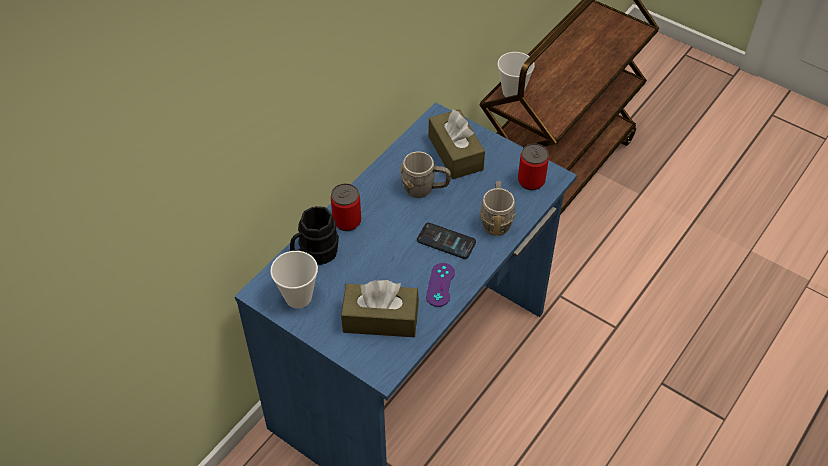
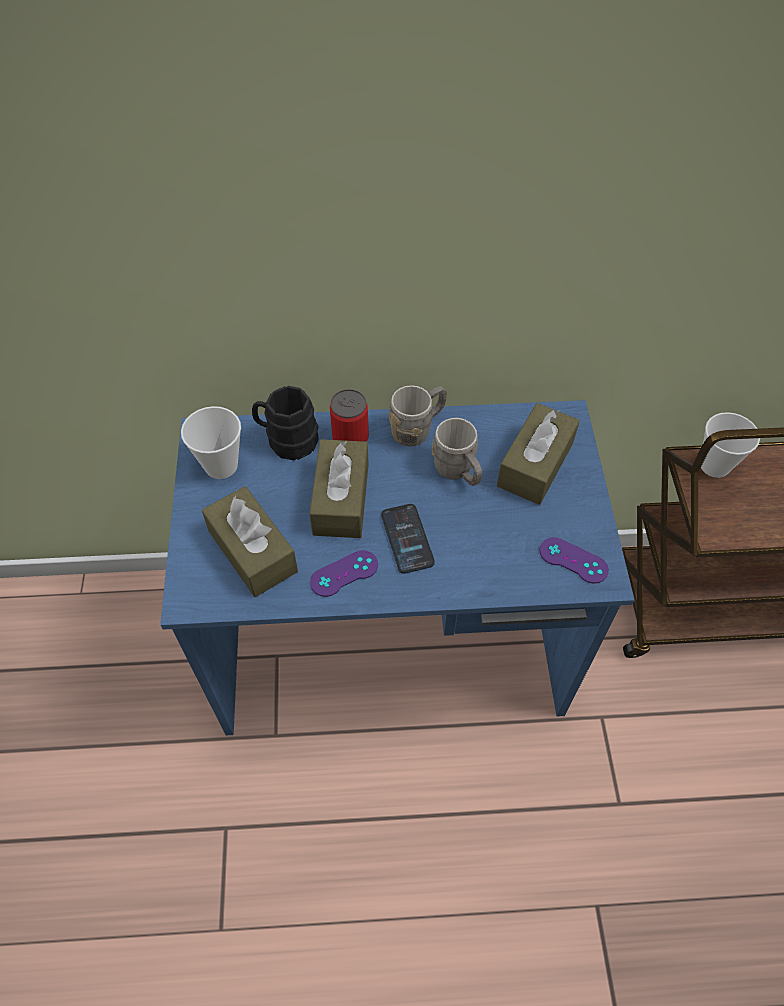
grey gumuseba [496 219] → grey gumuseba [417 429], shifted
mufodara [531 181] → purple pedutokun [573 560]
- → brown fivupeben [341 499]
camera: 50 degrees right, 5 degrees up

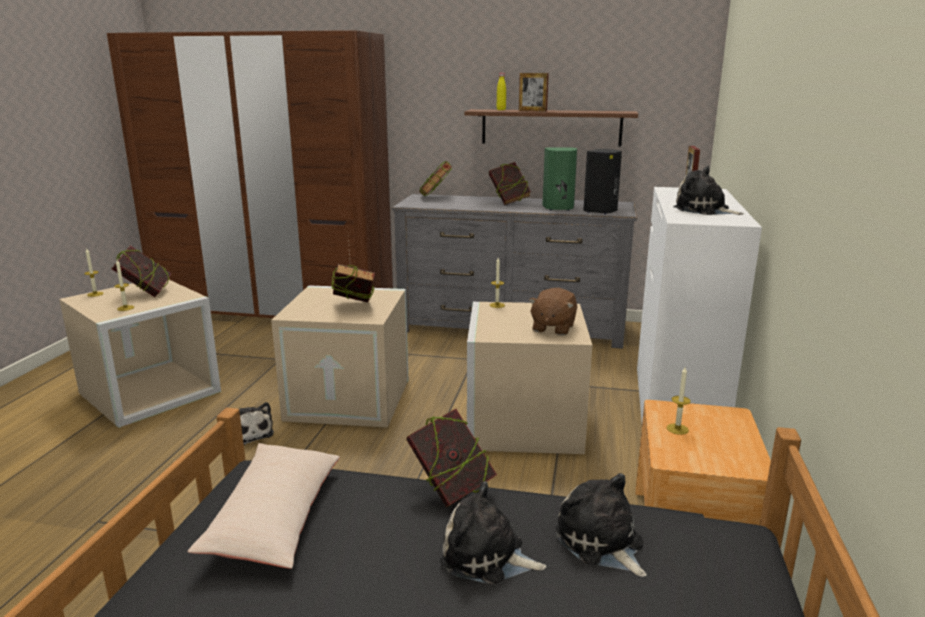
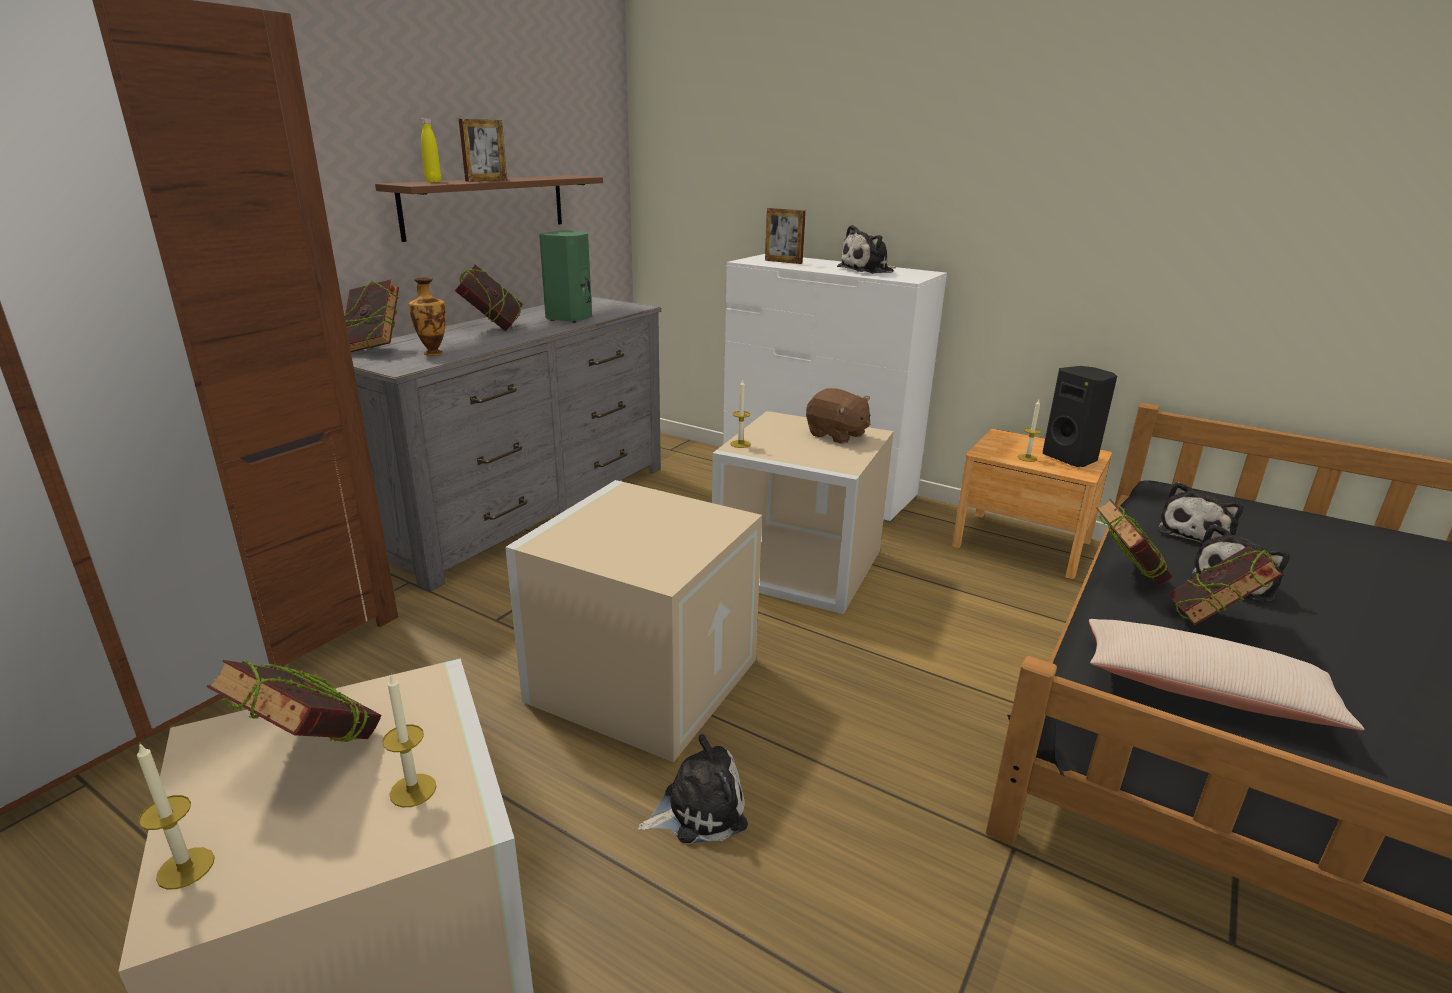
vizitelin [354 307] → vizitelin [1209 622], shifted
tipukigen [601 542] → tipukigen [1196 533], 45 degrees counterclockwise
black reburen [601 211] → black reburen [1071 458], shifted
- → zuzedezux [433 353]
camera: 70 degrees left, 5 degrees up

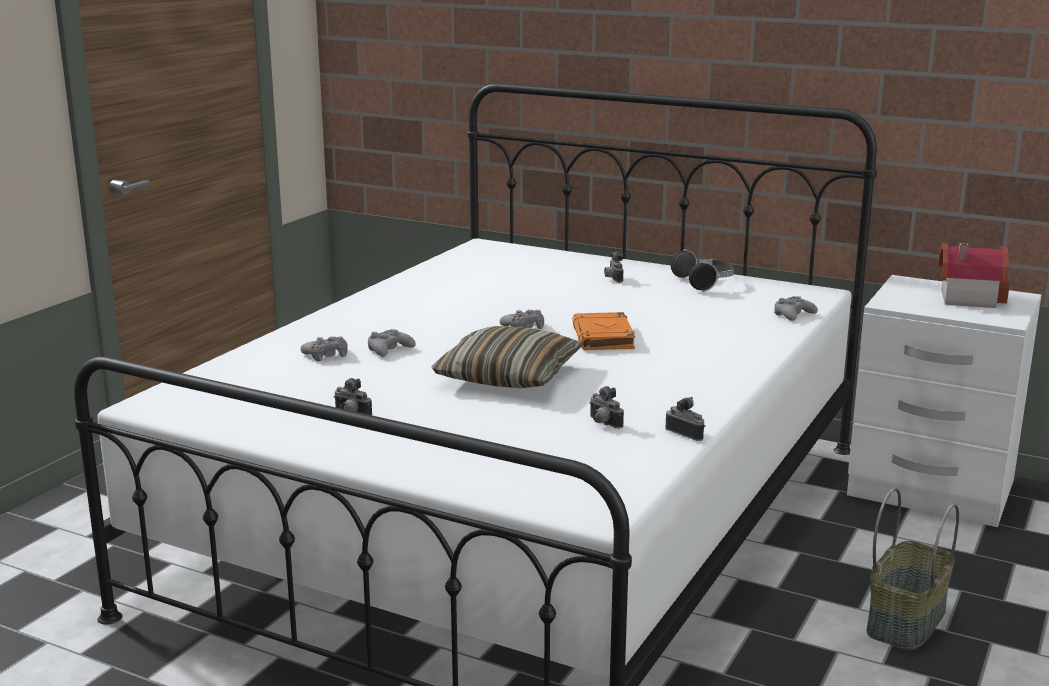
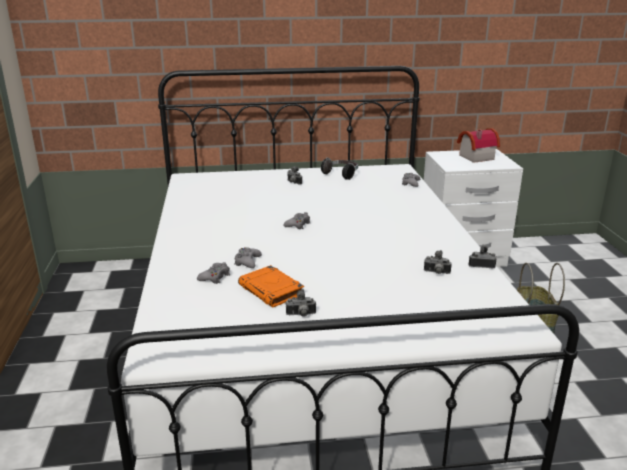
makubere [508 376] → -
orange vizitelin [603 338] → orange vizitelin [271 290], shifted
camera: 35 degrees left, 5 degrees up

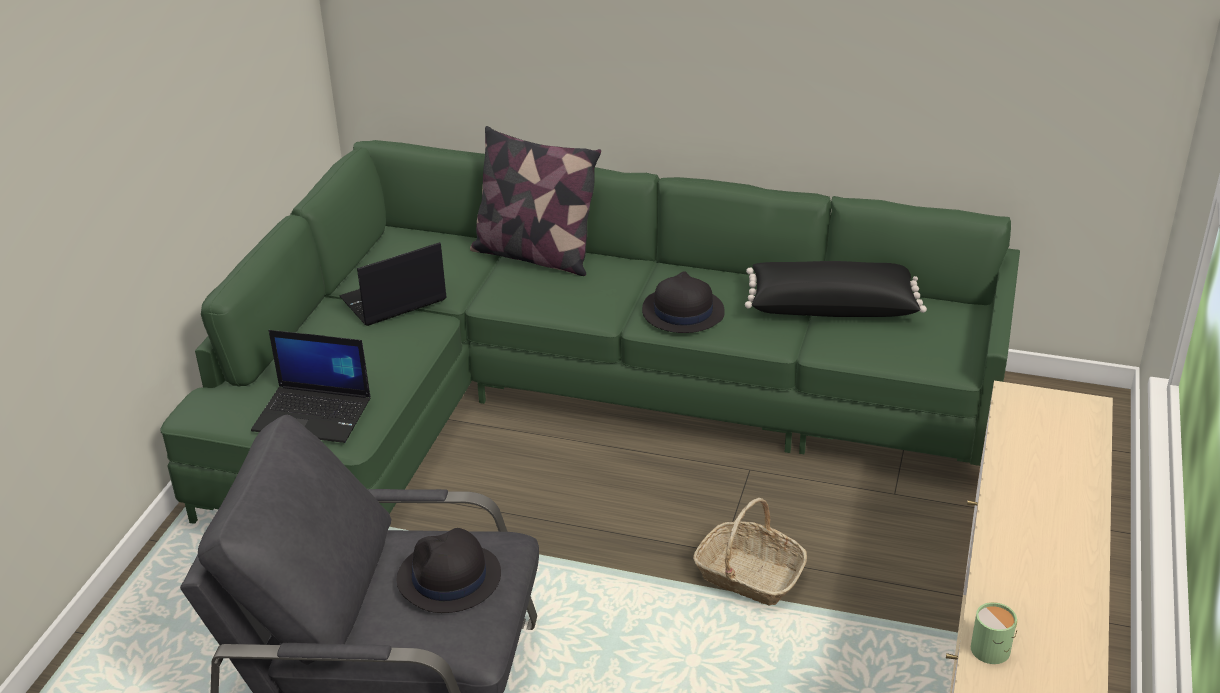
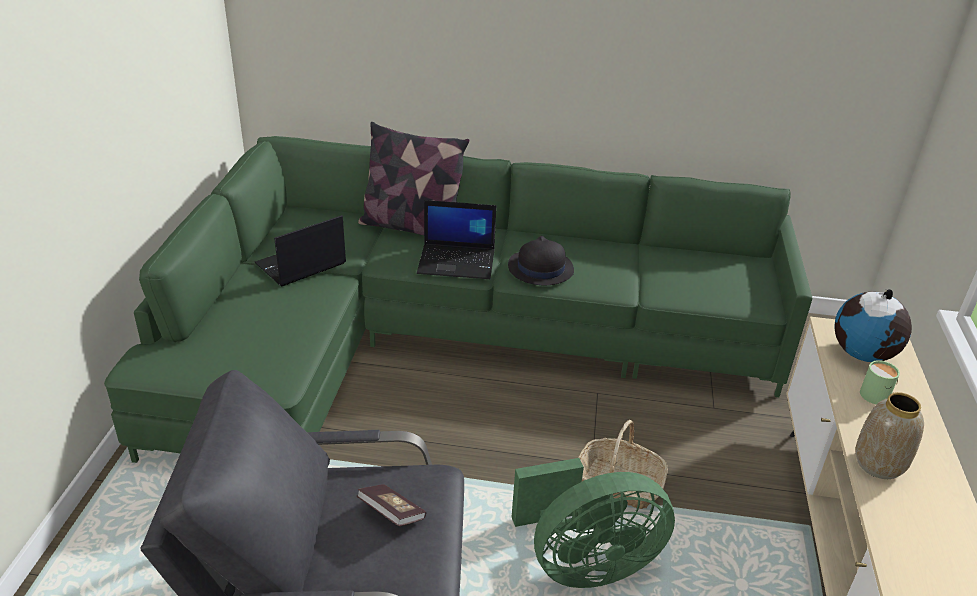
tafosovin [314 414] → tafosovin [457 262], shifted
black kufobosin [448 578] → vizitelin [391 514]
black makubere [833 306] → -
green gumuseba [994 648] → green gumuseba [877 394], shifted
- → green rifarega [585 563]
- → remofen [863 354]
- → zuzedezux [878 465]
camera: 10 degrees left, 0 degrees up

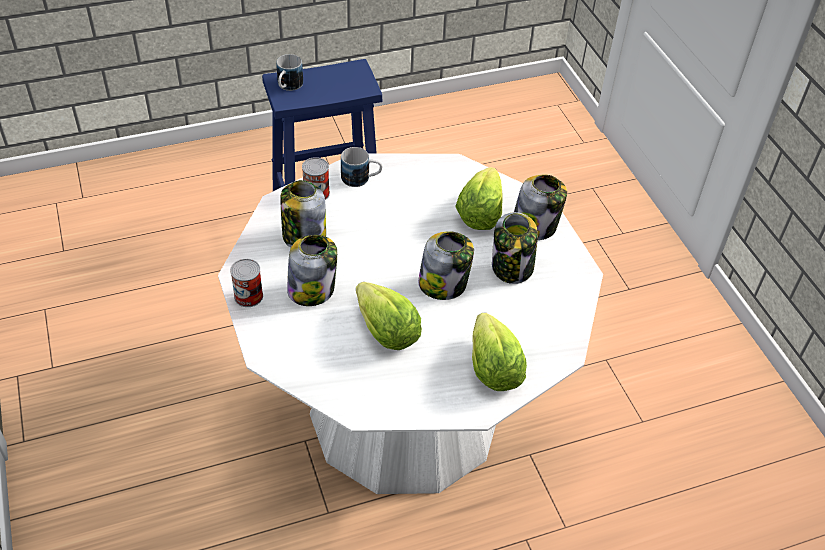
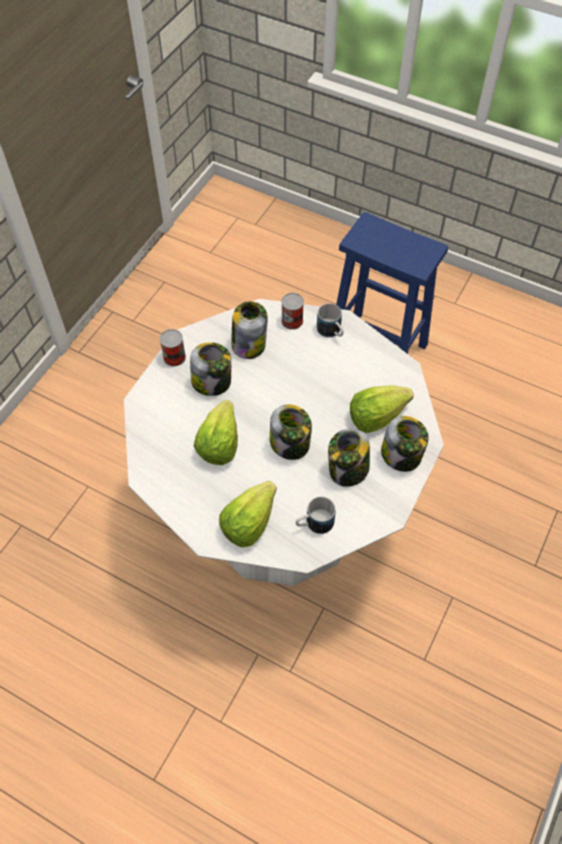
gumuseba [288 86] → gumuseba [314 524], shifted
camera: 50 degrees right, 10 degrees up

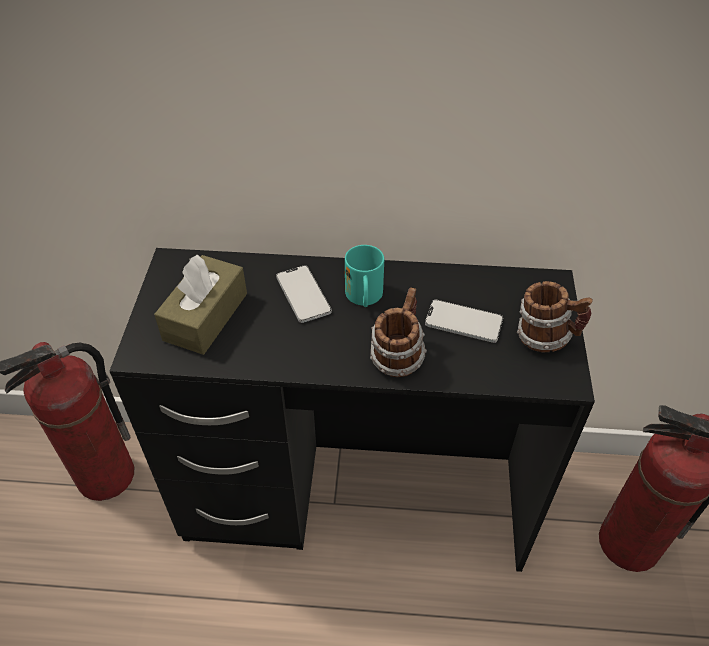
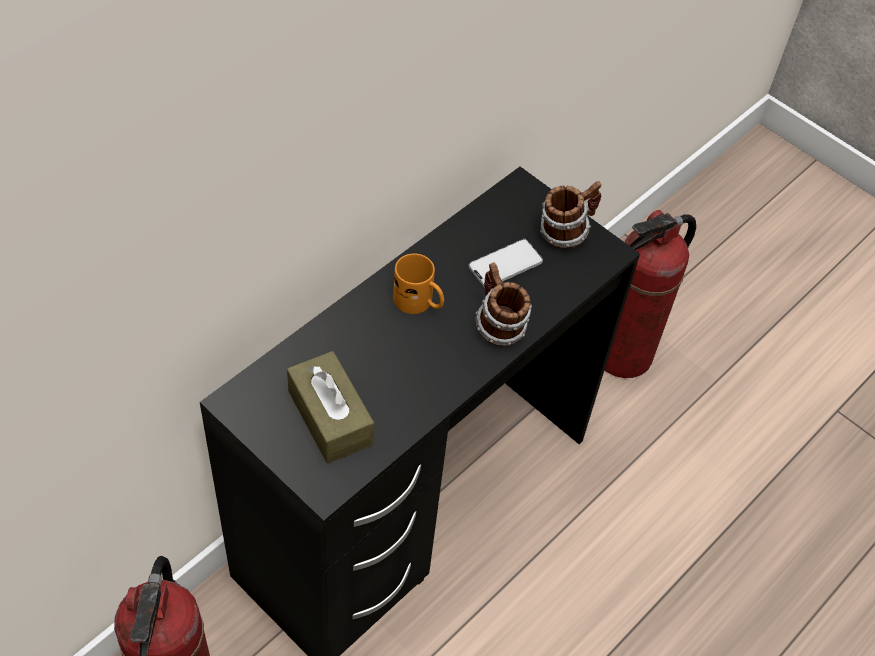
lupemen [303 295] → -
turquoise gumuseba [364 298] → orange gumuseba [419 303]
camera: 55 degrees left, 5 degrees up

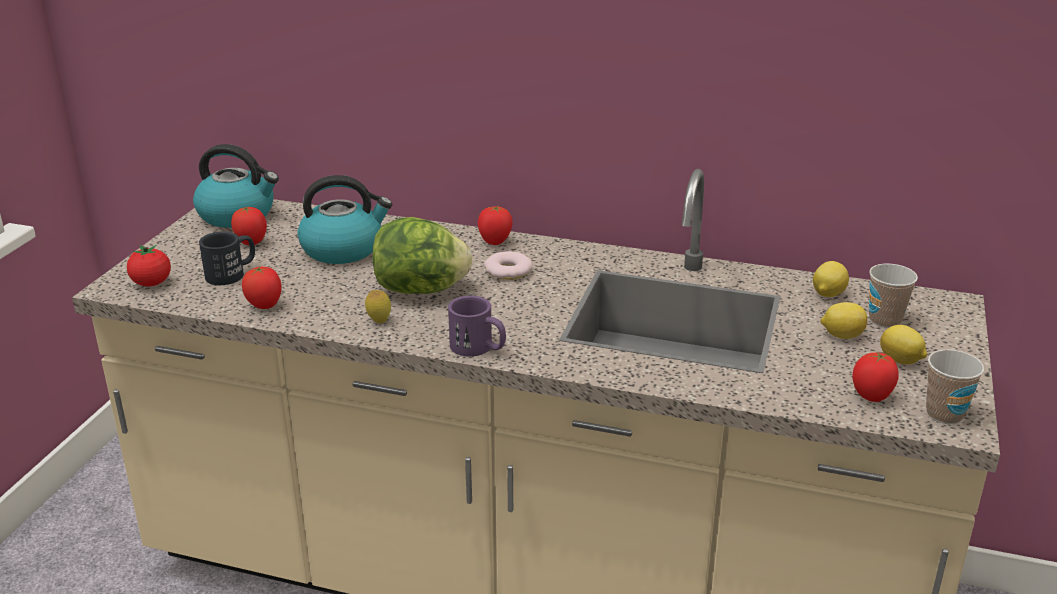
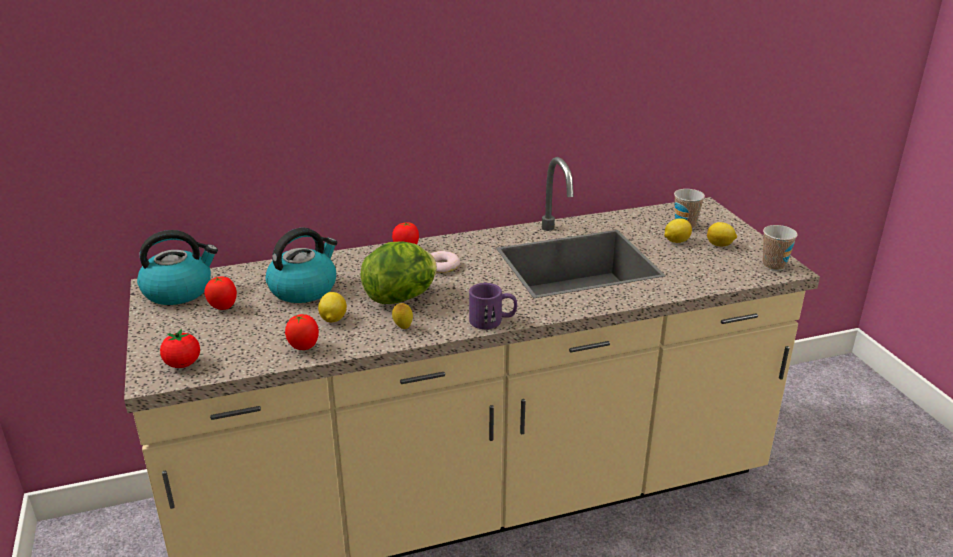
black gumuseba [232 273] → -
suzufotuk [827 294] → suzufotuk [333 319], shifted
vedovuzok [871 397] → -
camera: 35 degrees left, 0 degrees up

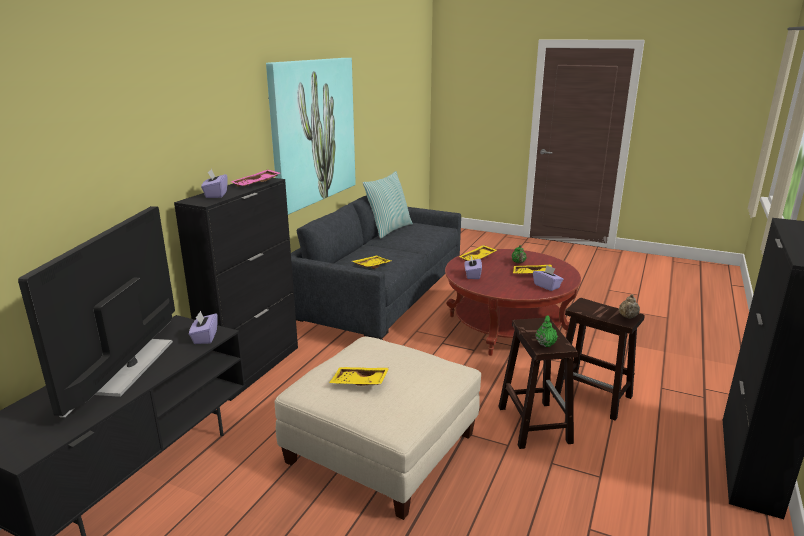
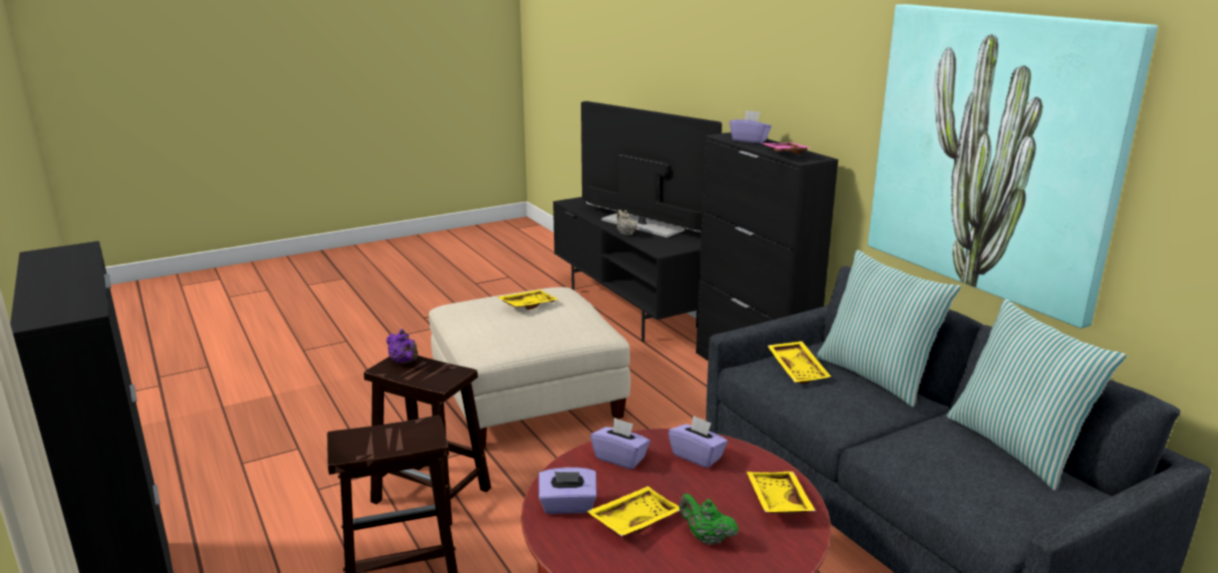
purple fivupeben [205 337] → purple fivupeben [620 458], shifted
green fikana [545 343] → purple fikana [404 362]
beige fikana [627 317] → beige fikana [625 233], shifted
- → makubere [876 376]
camera: 125 degrees right, 0 degrees up

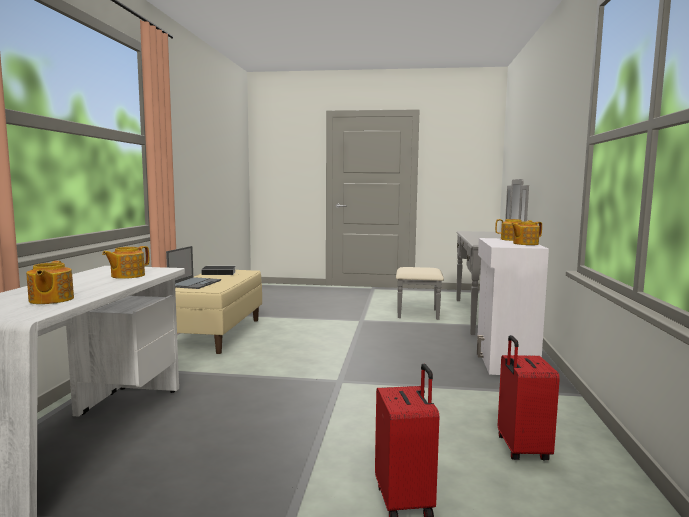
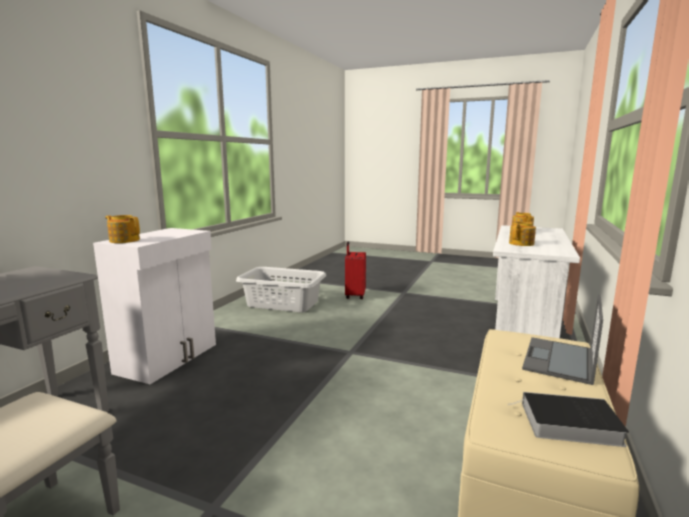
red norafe [521 449] → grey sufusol [283 304]
fikana [525 243] → -
camera: 165 degrees left, 5 degrees up

